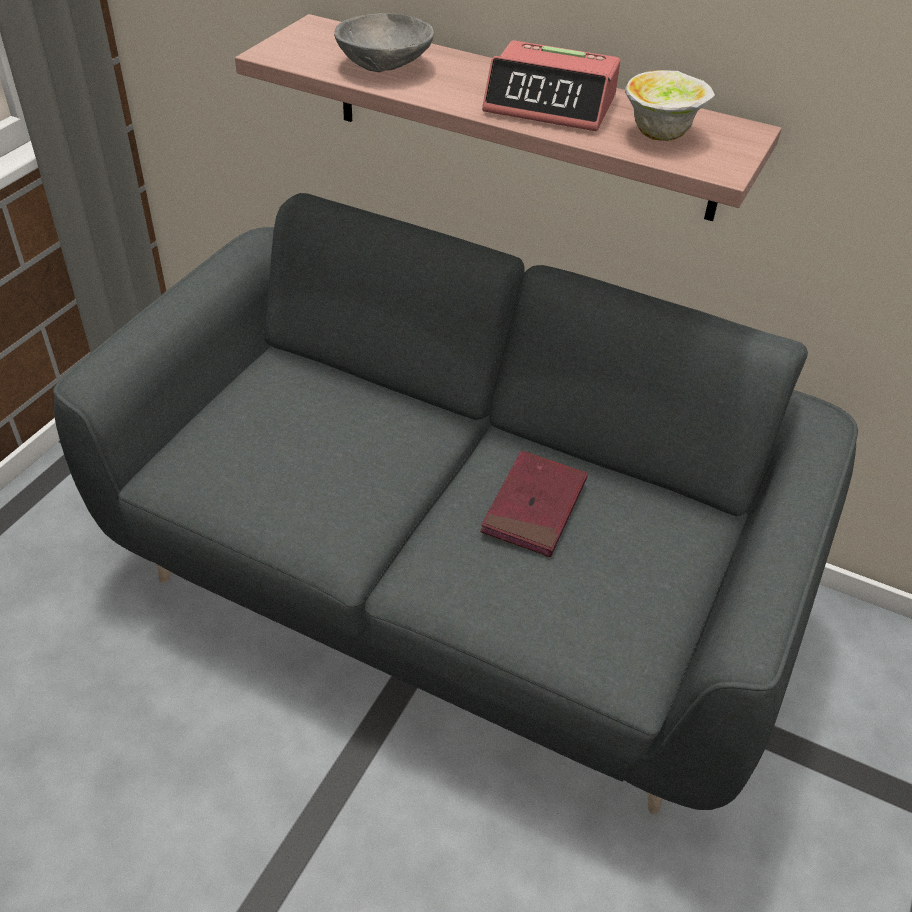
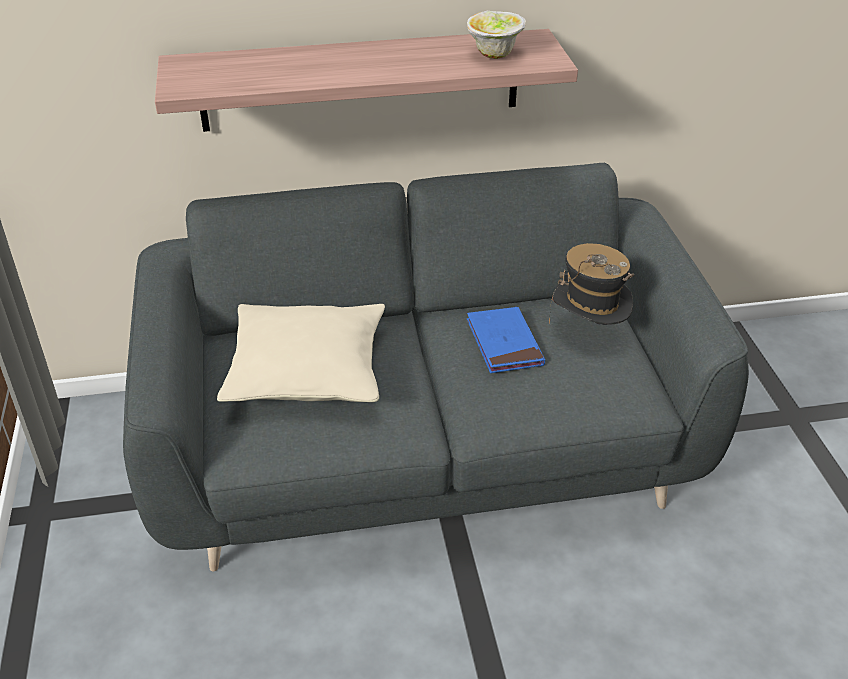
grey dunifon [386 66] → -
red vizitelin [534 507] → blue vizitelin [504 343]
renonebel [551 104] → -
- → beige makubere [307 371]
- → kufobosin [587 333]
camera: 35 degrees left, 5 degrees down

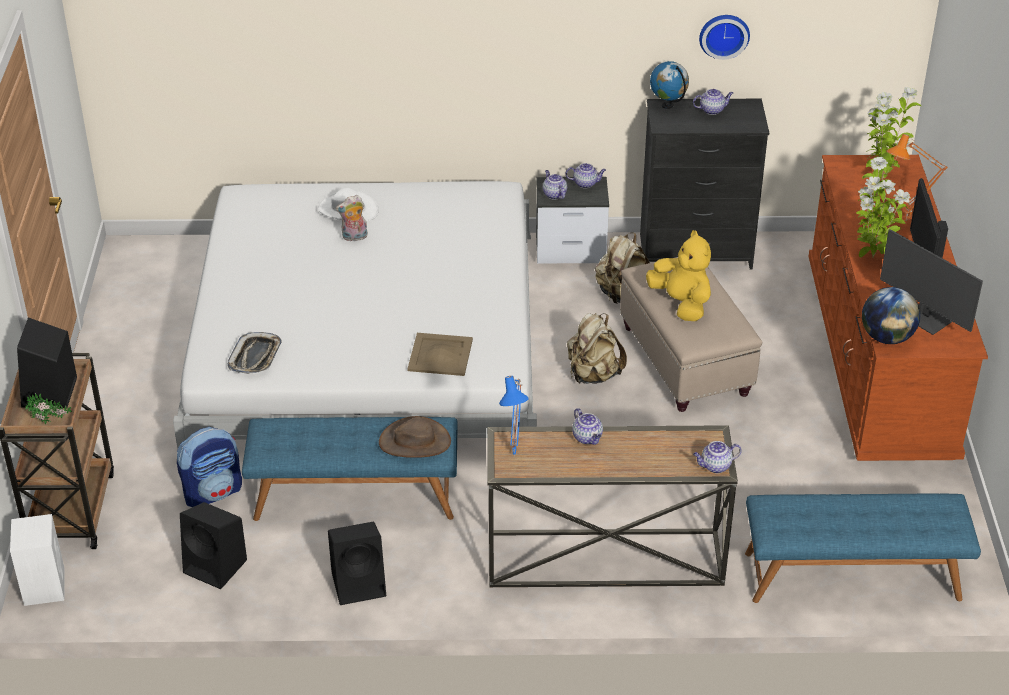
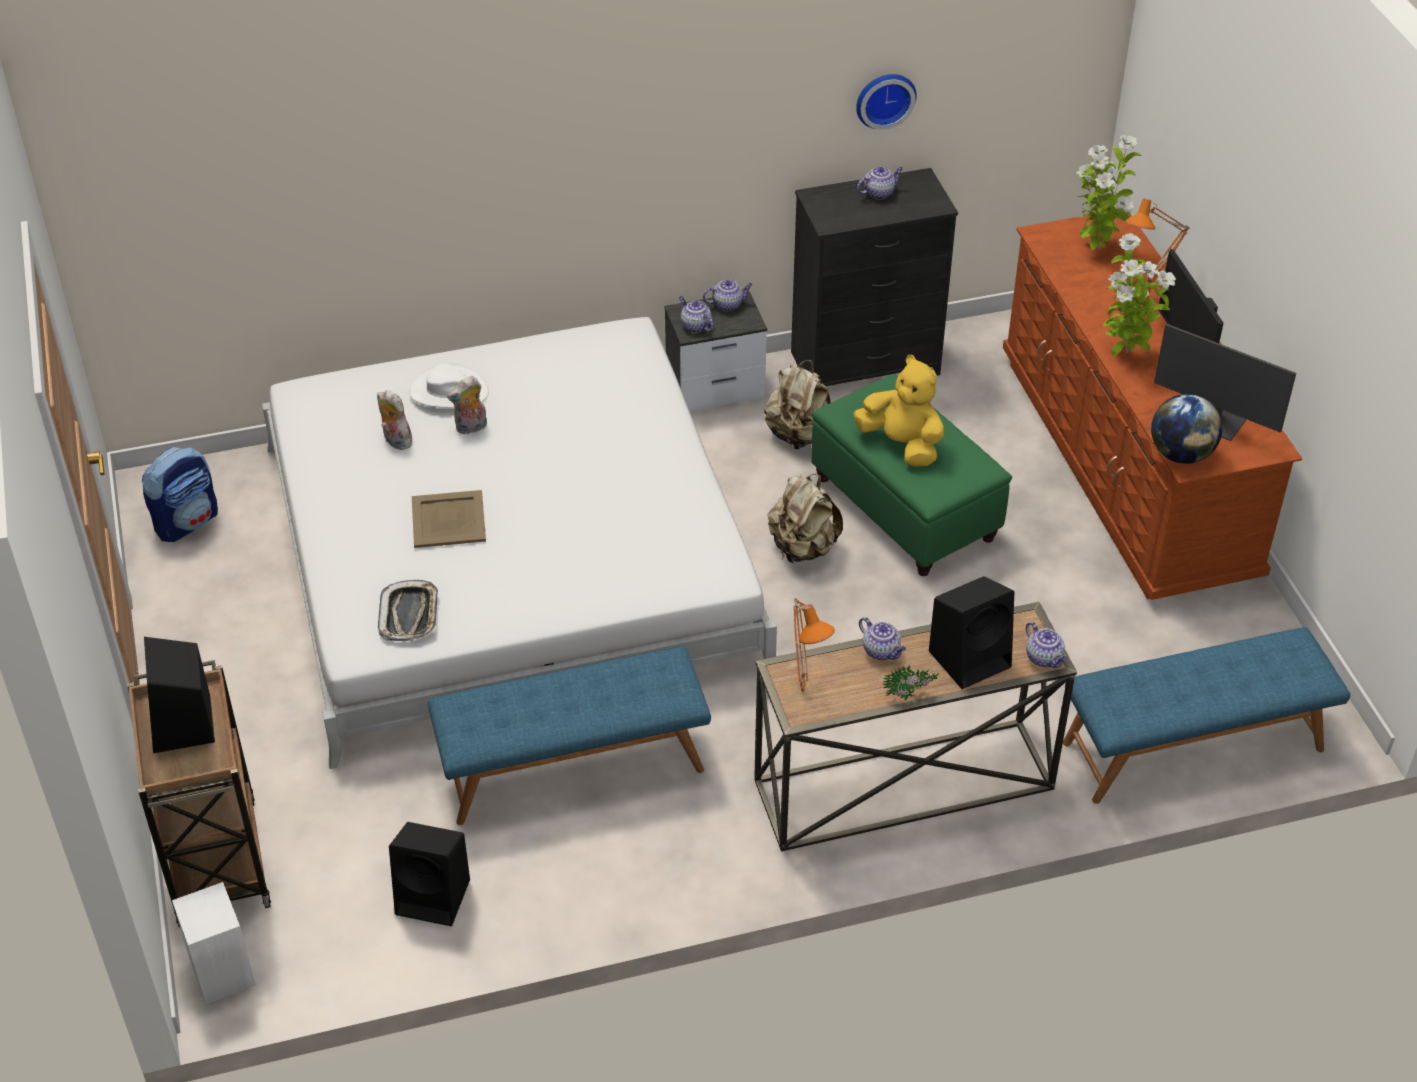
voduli [50 422] → voduli [910 696], shifted
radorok [213 492] → radorok [187 522], shifted
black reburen [360 583] → black reburen [971 657], shifted
brown kufobosin [415 441] → -
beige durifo [439 355] → beige durifo [448 520], shifted
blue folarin [516 455] → orange folarin [805 691]
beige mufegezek [685 361] → green mufegezek [905 509]
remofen [668 105] → -
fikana [715 466] → fikana [1044 658], 90 degrees counterclockwise
- → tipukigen [395 441]
camera: 15 degrees left, 5 degrees up

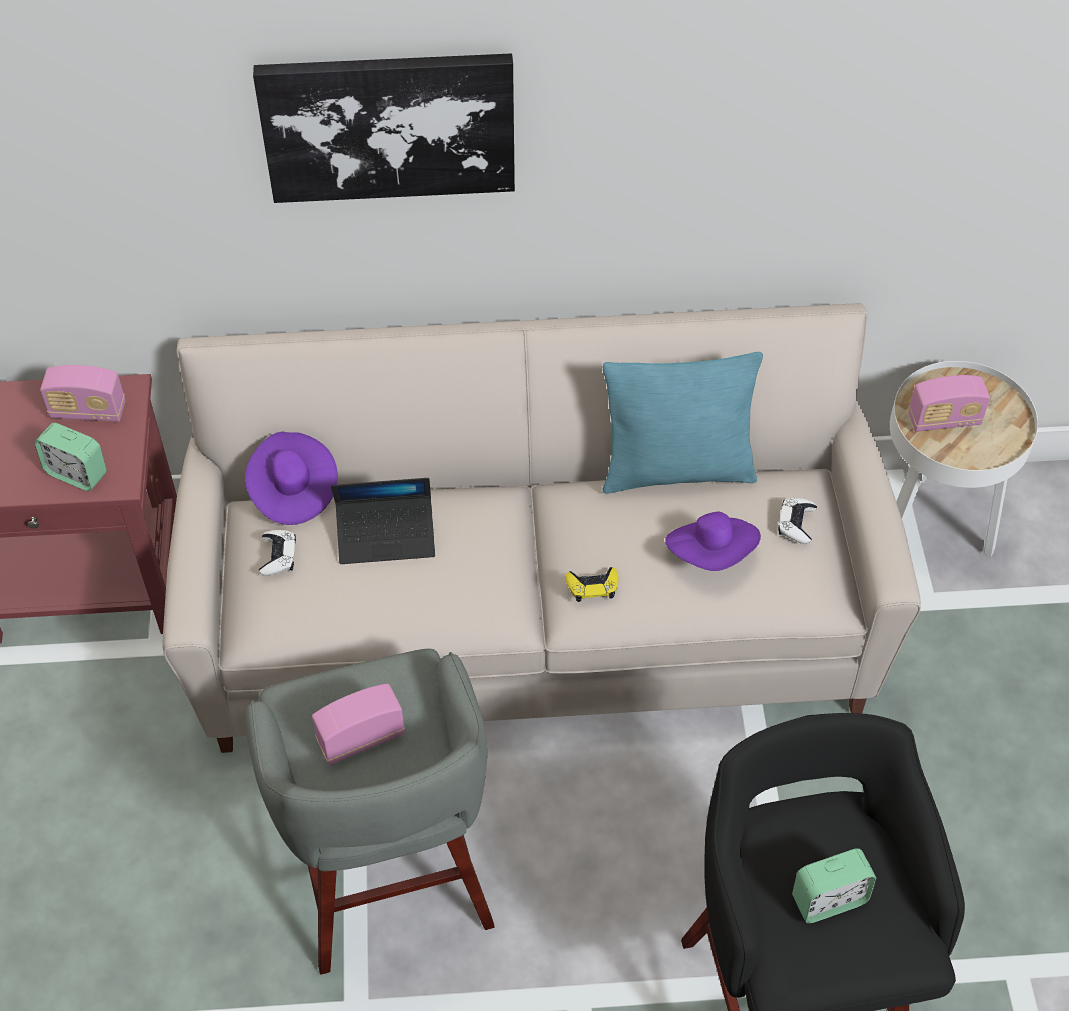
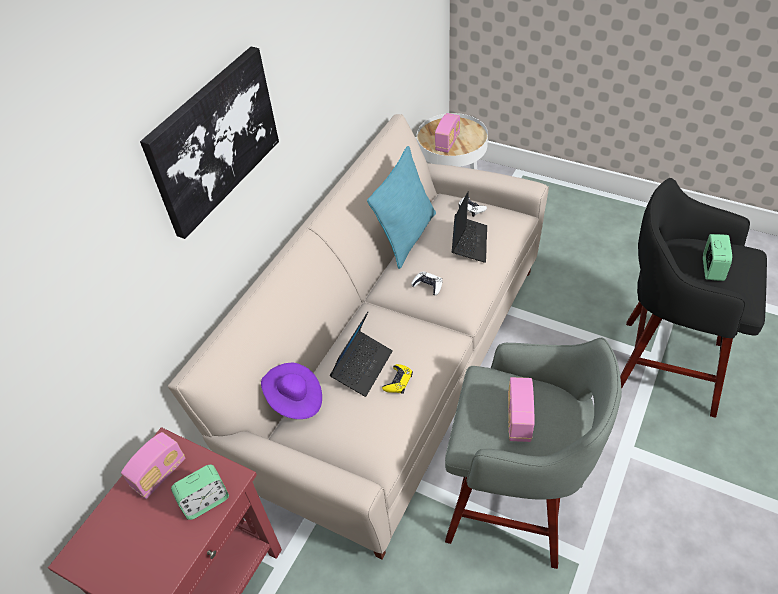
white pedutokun [278 556] → white pedutokun [428 285], shifted
yellow pedutokun [592 586] → yellow pedutokun [398 381], shifted
purple kufobosin [712 554] → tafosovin [469 243]
camera: 55 degrees left, 5 degrees down

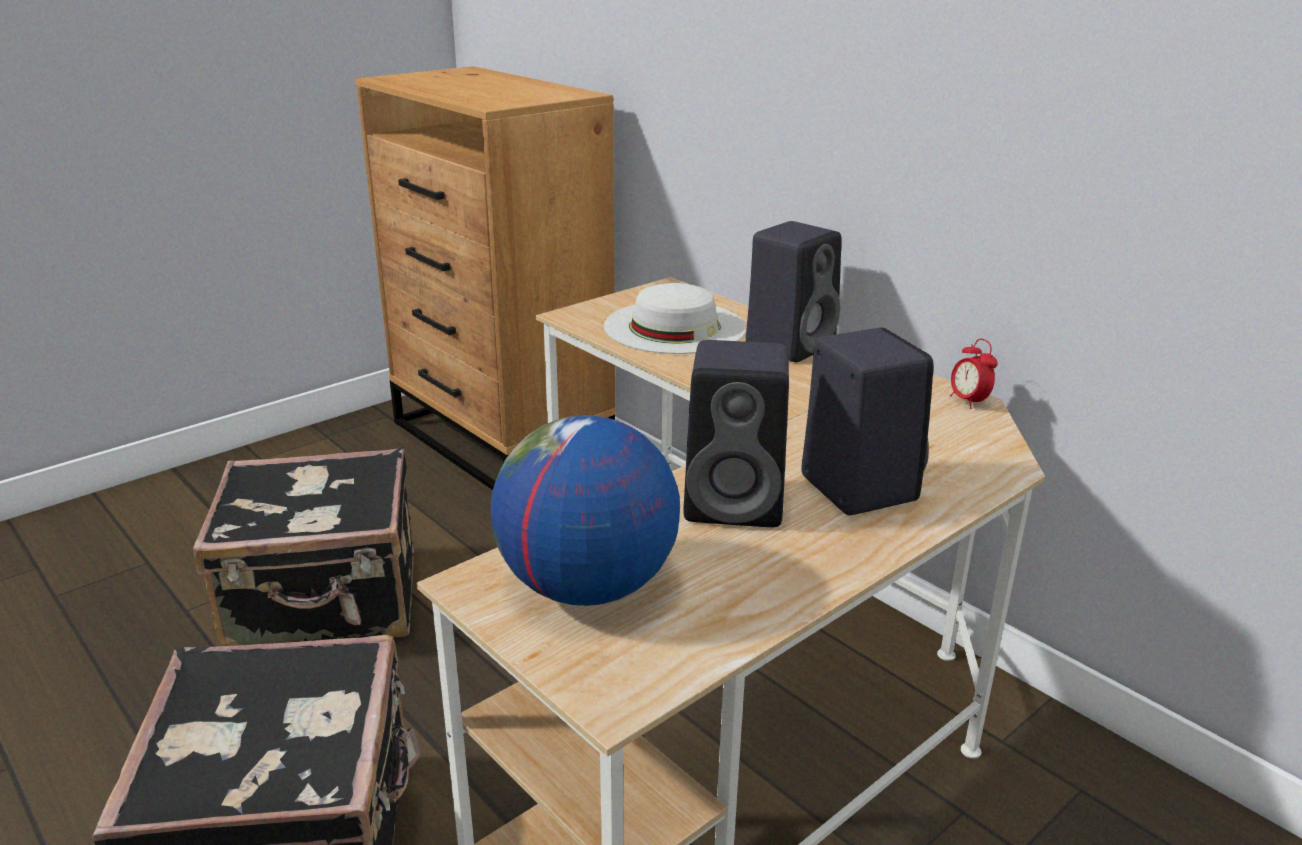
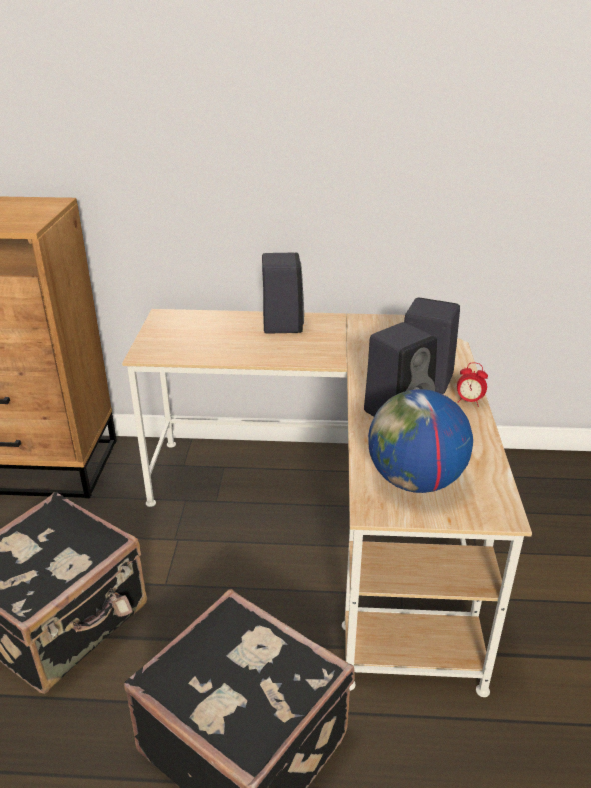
white kufobosin [675 327] → -
renonebel [968 401] → renonebel [469 401], shifted
camera: 45 degrees left, 5 degrees up

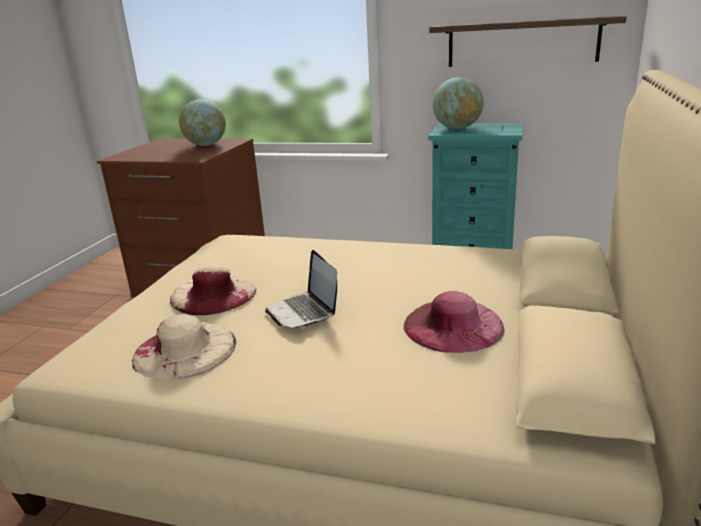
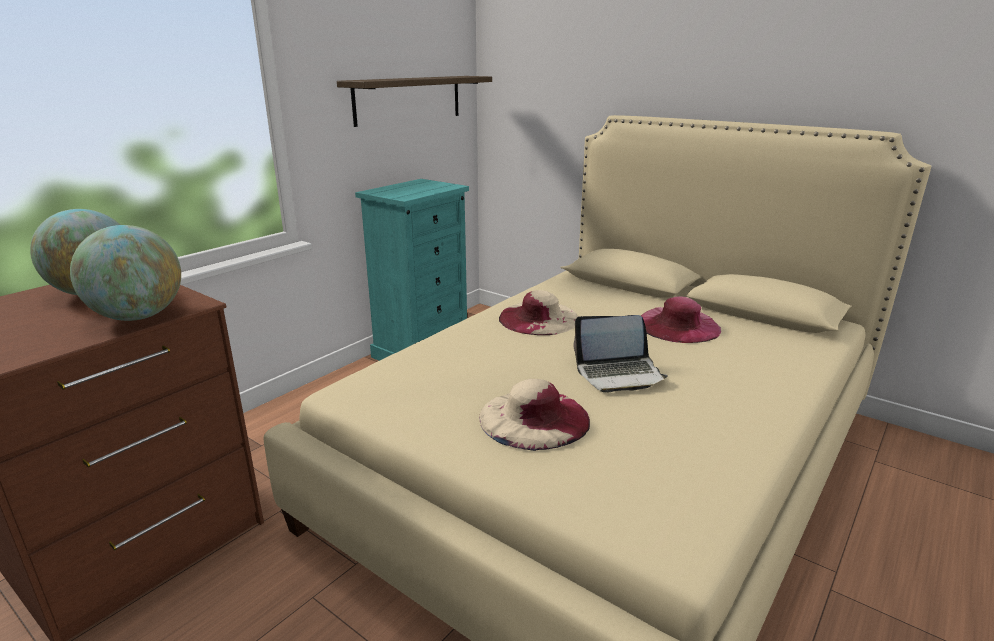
beige kufobosin [184 350] → beige kufobosin [539 318], shifted
remofen [457 128] → remofen [138 316], shifted
camera: 70 degrees left, 0 degrees up

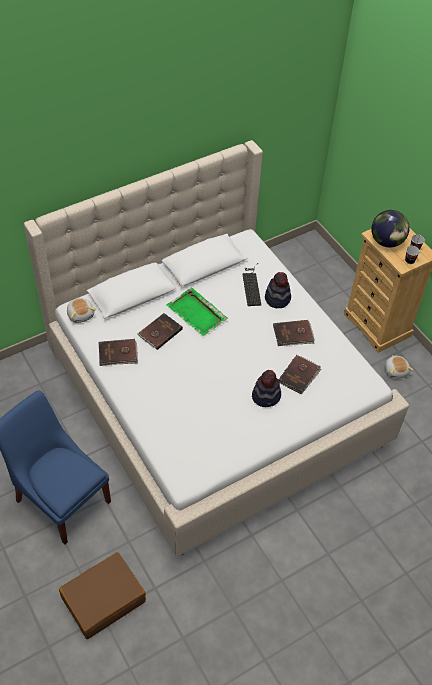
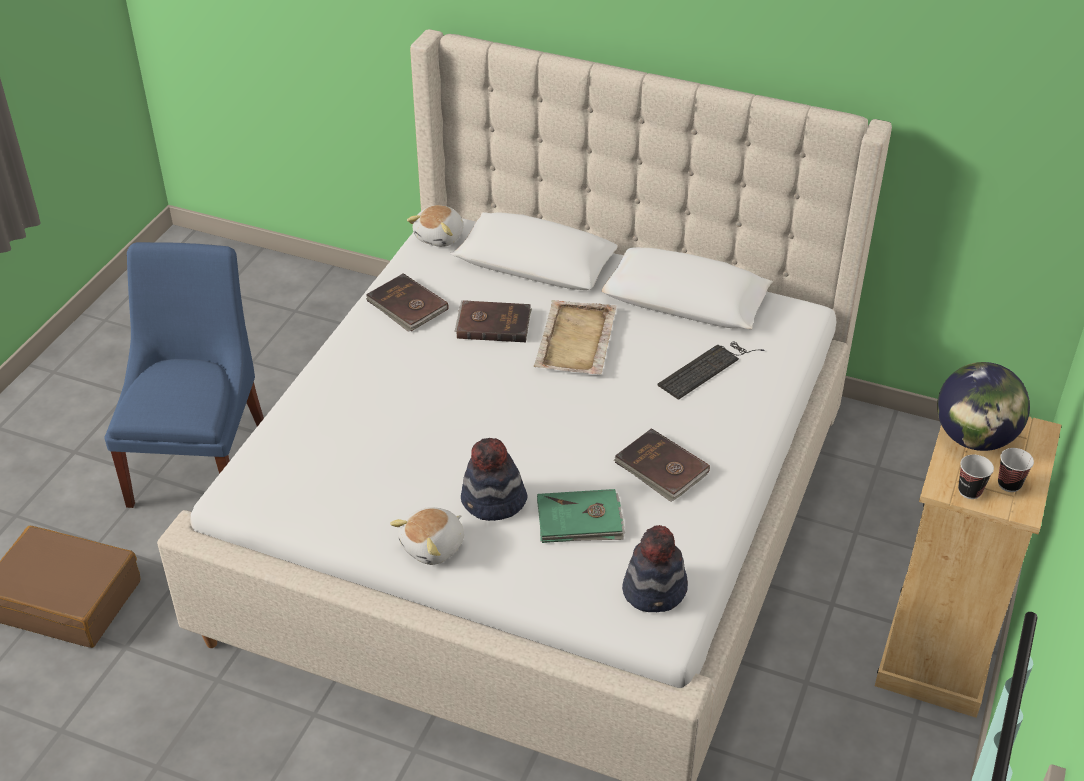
green durifo [197 313] → beige durifo [575 341]
kufobosin [277 298] → kufobosin [655 590], shifted
brown vizitelin [299 375] → green vizitelin [580 520]
tipukigen [396 370] → tipukigen [434 546], shifted
camera: 55 degrees right, 10 degrees down

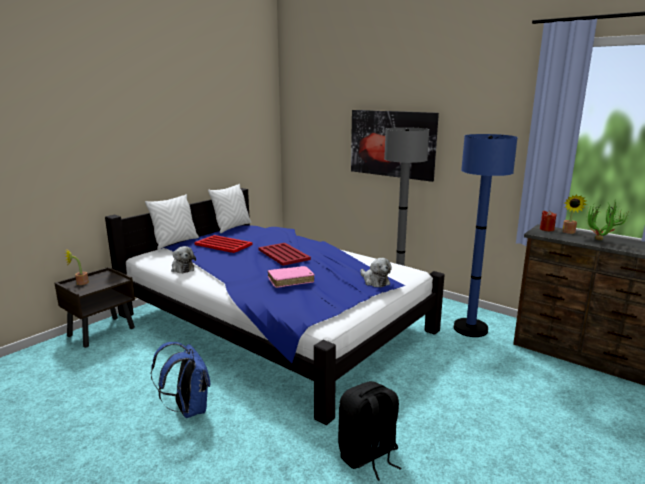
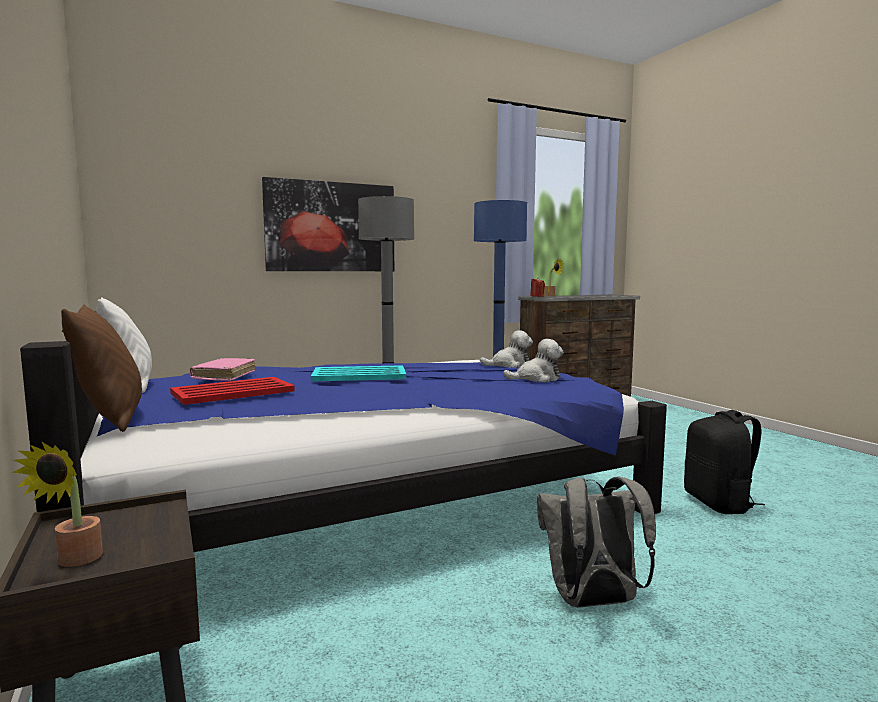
white makubere [175 242] → brown makubere [111 419]
blue radorok [188 409] → grey radorok [592 602]
tipukigen [182 268] → tipukigen [537 379], shifted
red durifo [284 255] → turquoise durifo [360 375]
pink vizitelin [291 281] → pink vizitelin [224 376], shifted
voduli [601 242] → -
camera: 65 degrees left, 10 degrees down

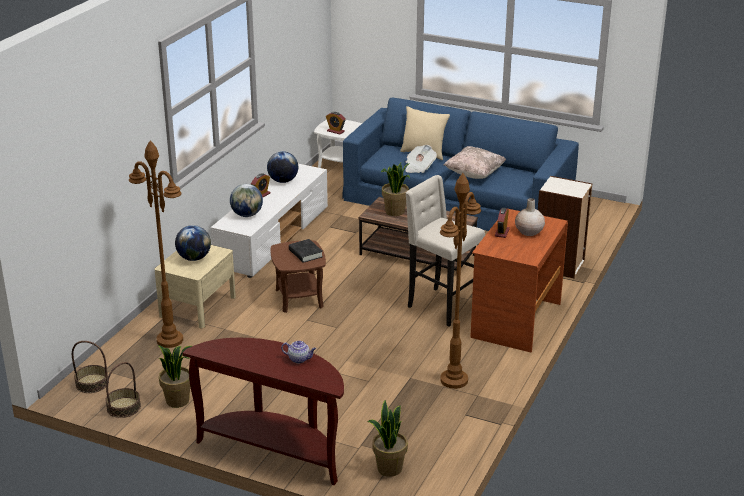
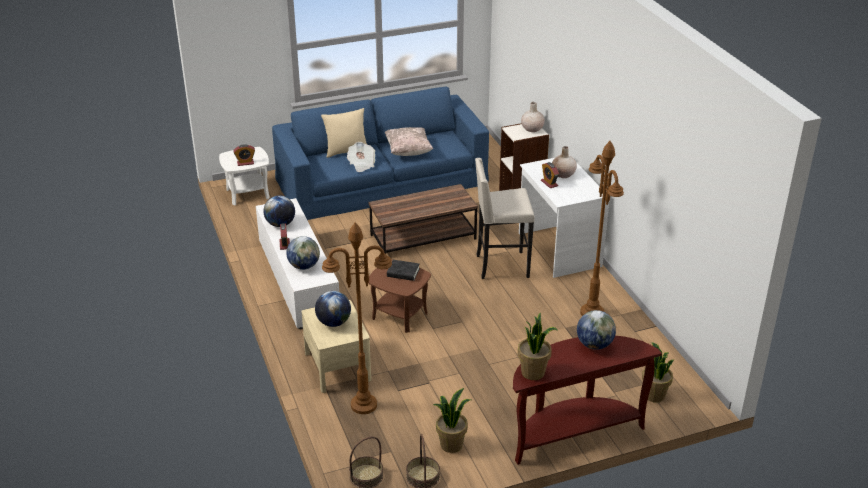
fikana [299 359] → remofen [594 345]
voduli [395 212] → voduli [533 372], shifted
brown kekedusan [515 320] → white kekedusan [558 250]
- → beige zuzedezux [532 129]
camera: 45 degrees left, 5 degrees up

